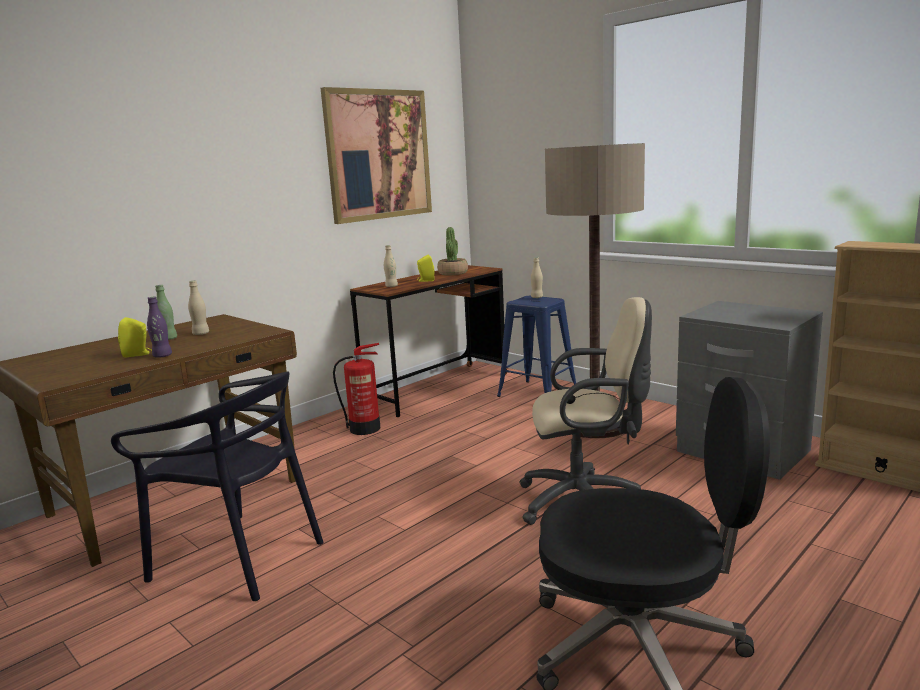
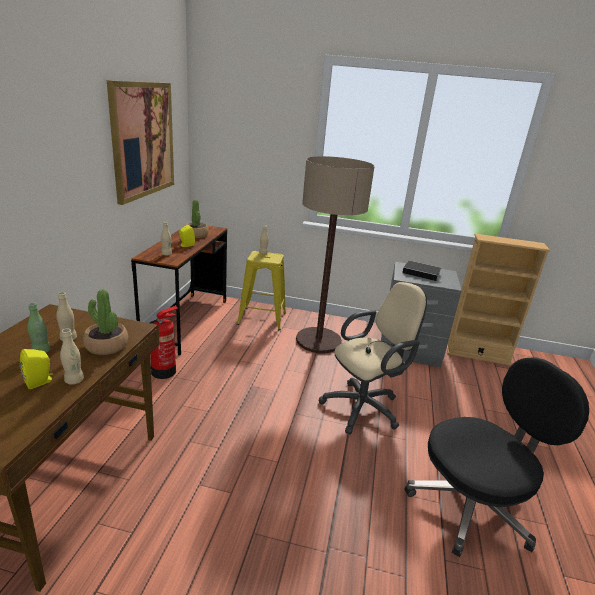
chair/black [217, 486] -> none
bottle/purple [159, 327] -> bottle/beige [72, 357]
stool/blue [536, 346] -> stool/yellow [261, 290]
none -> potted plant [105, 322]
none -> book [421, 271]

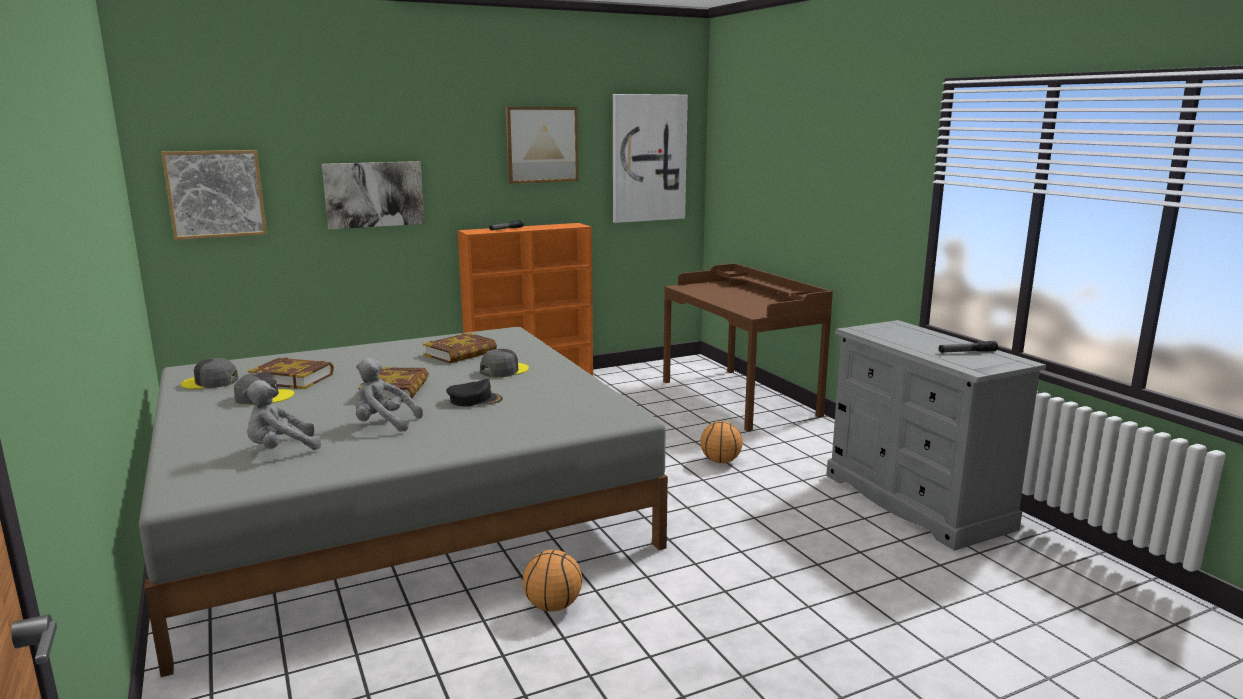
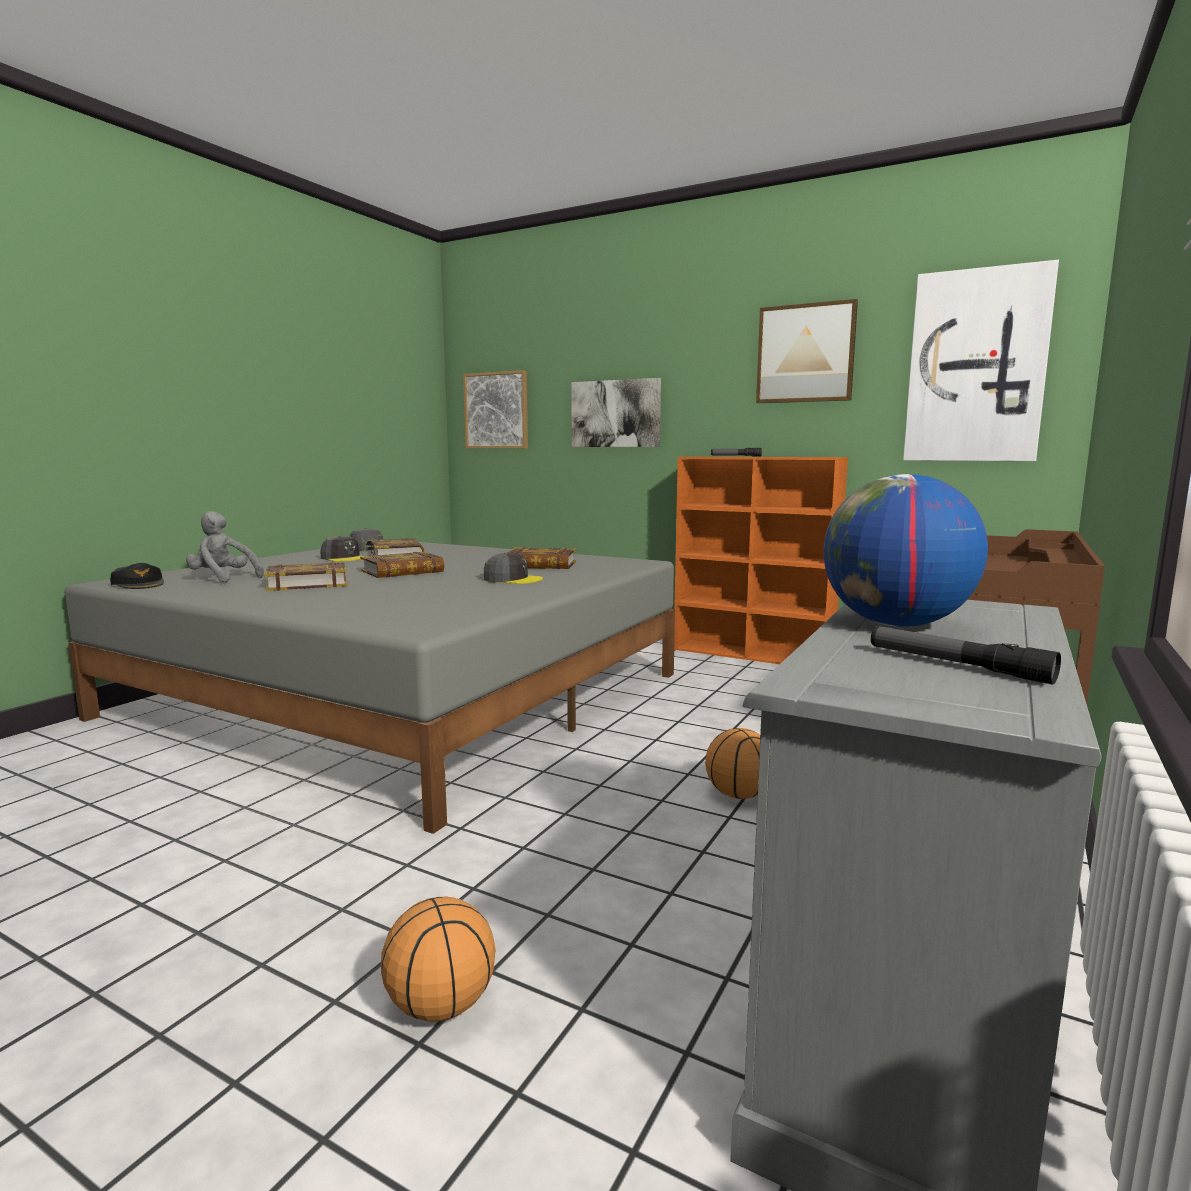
plush toy/grey [389, 395] -> book [306, 576]
cap/black [474, 393] -> cap/black [137, 576], move
basketball [552, 581] -> basketball [438, 959], move
none -> globe [905, 550]

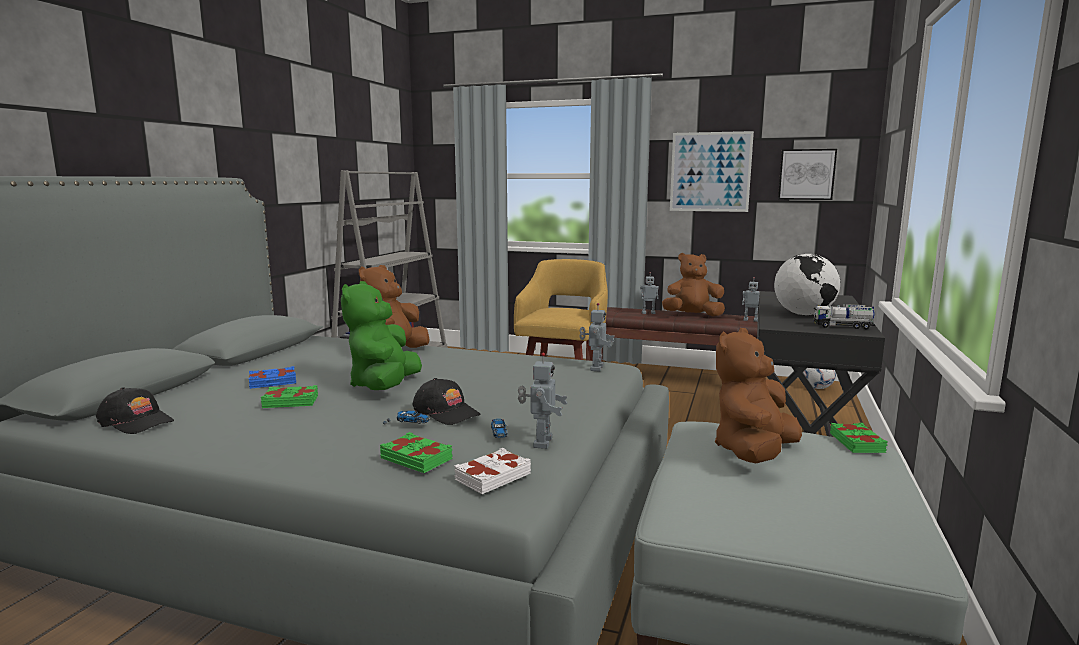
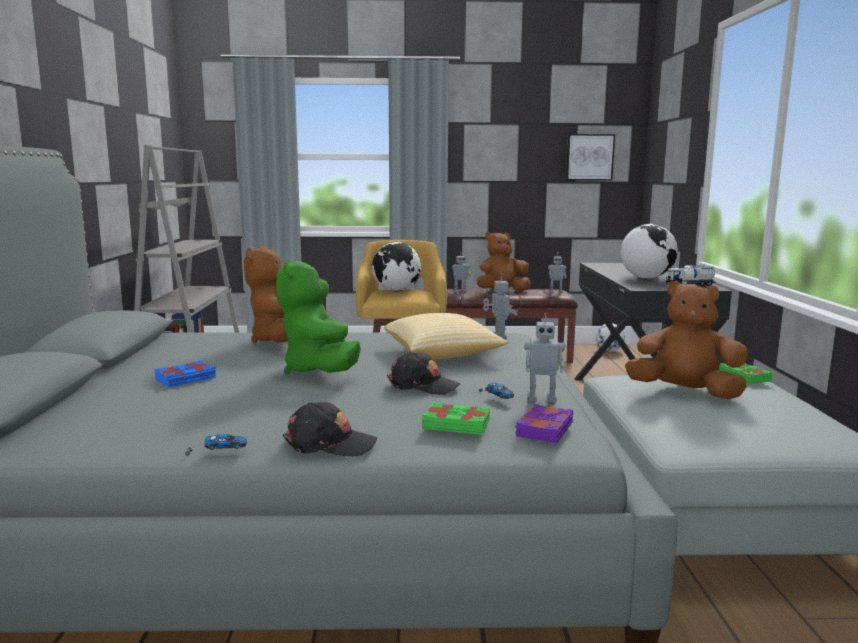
cap/black [135, 411] -> cap/black [330, 429], move
book/green [289, 396] -> none
toy car [406, 418] -> toy car [216, 445], move
book/white [492, 471] -> book/purple [544, 424]
toy robot [543, 400] -> toy robot [545, 358], 105 degrees clockwise
picture [712, 171] -> none
plush toy/brown [758, 395] -> plush toy/brown [686, 340], 90 degrees clockwise
none -> globe [396, 267]
none -> pillow [446, 336]

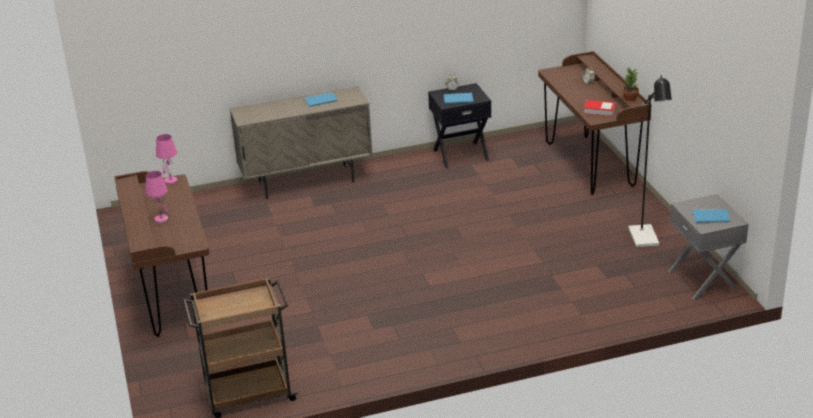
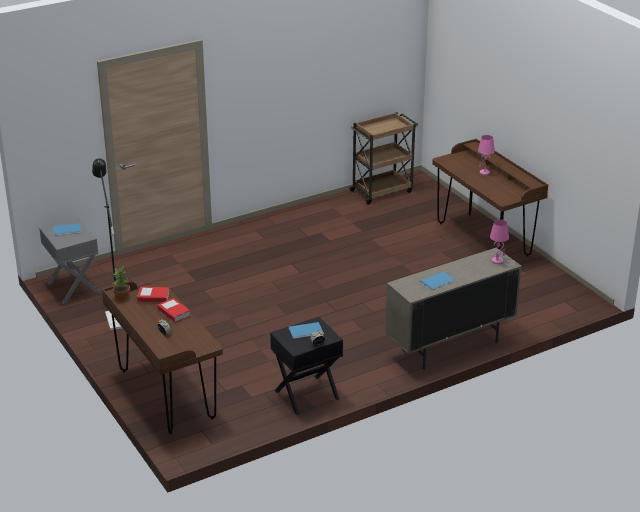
table lamp/pink [166, 159] -> table lamp/pink [499, 241], move
none -> book [174, 310]

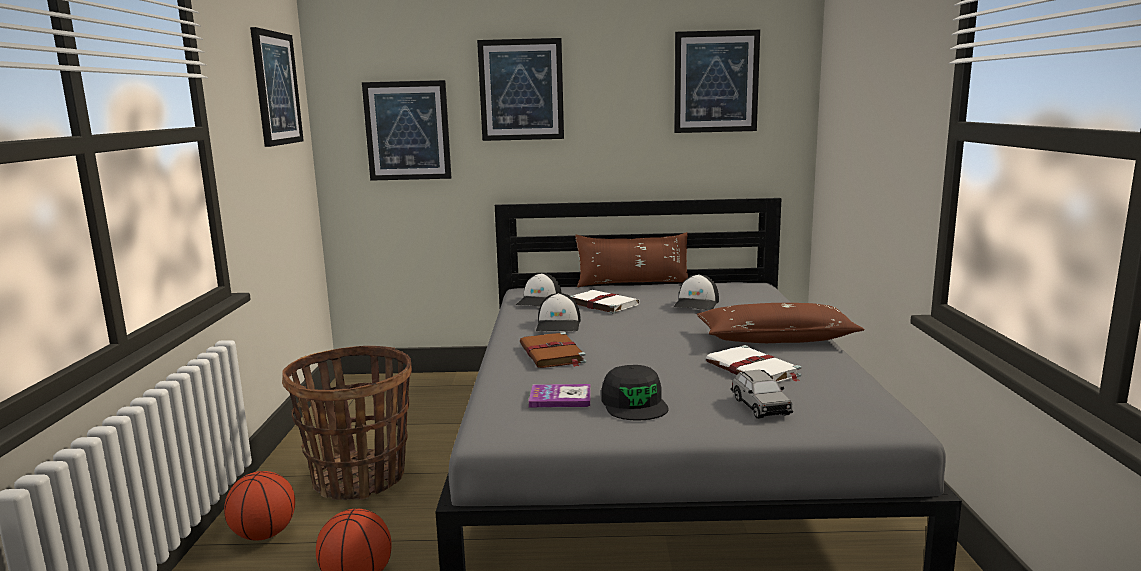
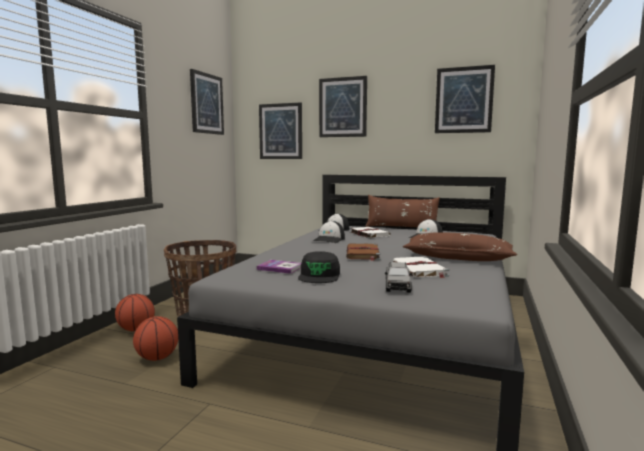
book/brown [553, 350] -> book/brown [363, 252], move

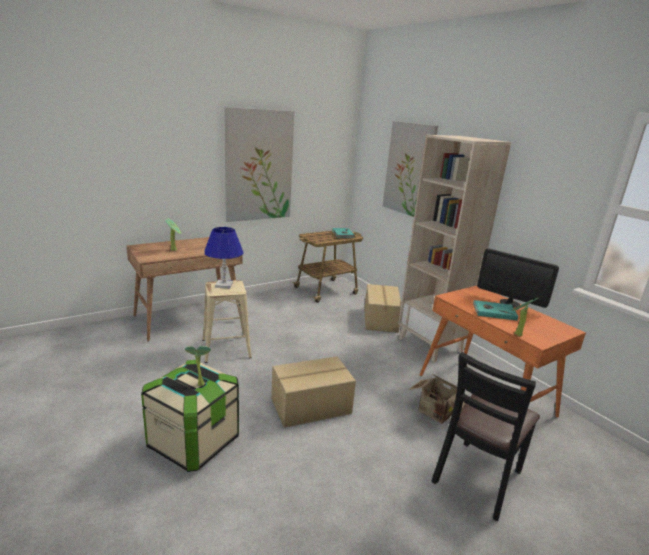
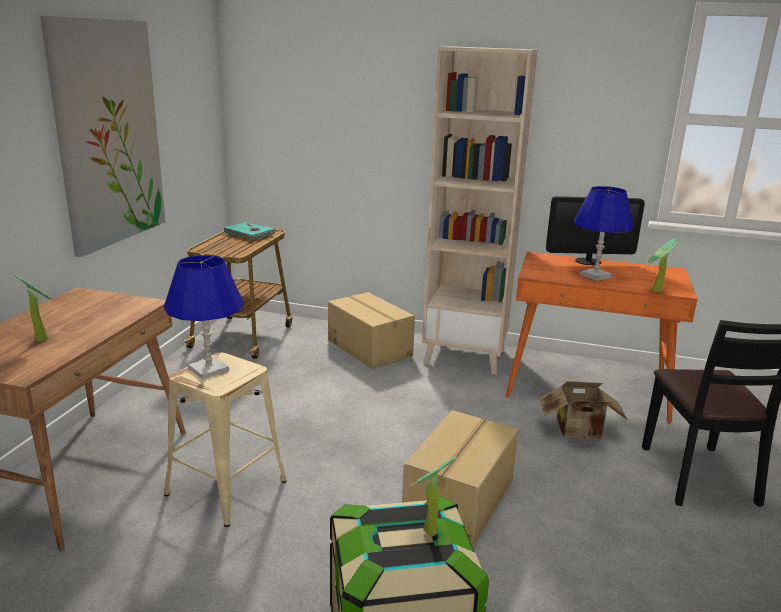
picture [410, 169] -> none
book/turquoise [495, 310] -> table lamp/blue [604, 233]

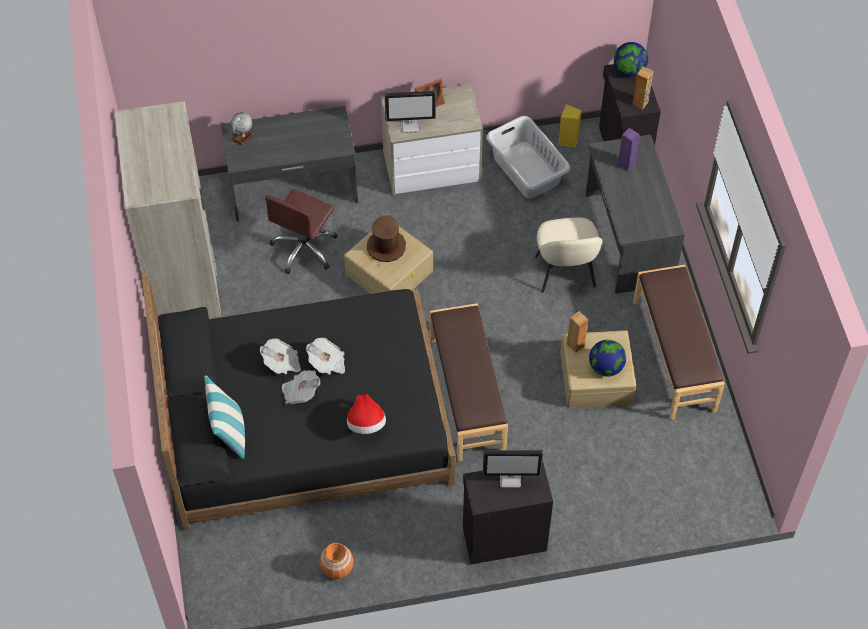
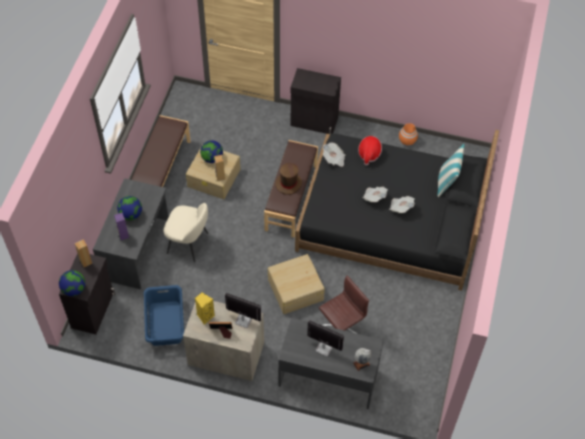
wardrobe/beige [168, 210] -> none
newspaper [301, 387] -> newspaper [334, 154], move
hat/brown [386, 238] -> hat/brown [288, 179], move
monitor [513, 469] -> monitor [325, 338], move
laundry basket/grey [528, 157] -> laundry basket/blue [164, 315]
chair/beige [568, 255] -> chair/beige [186, 232], 90 degrees clockwise
speaker/yellow [570, 125] -> speaker/yellow [205, 309], move
none -> globe [129, 208]

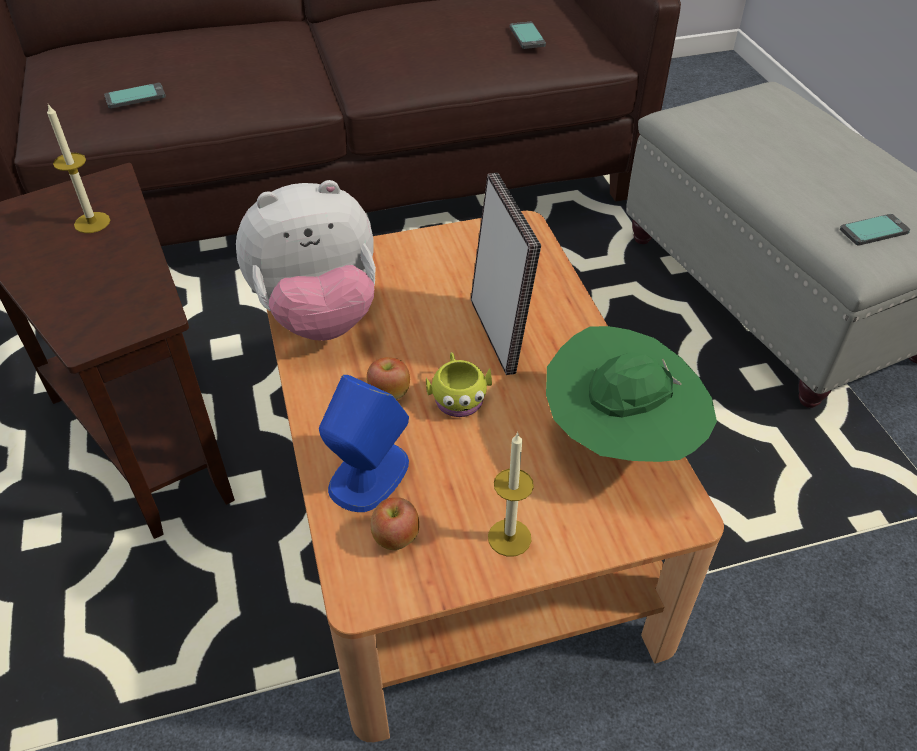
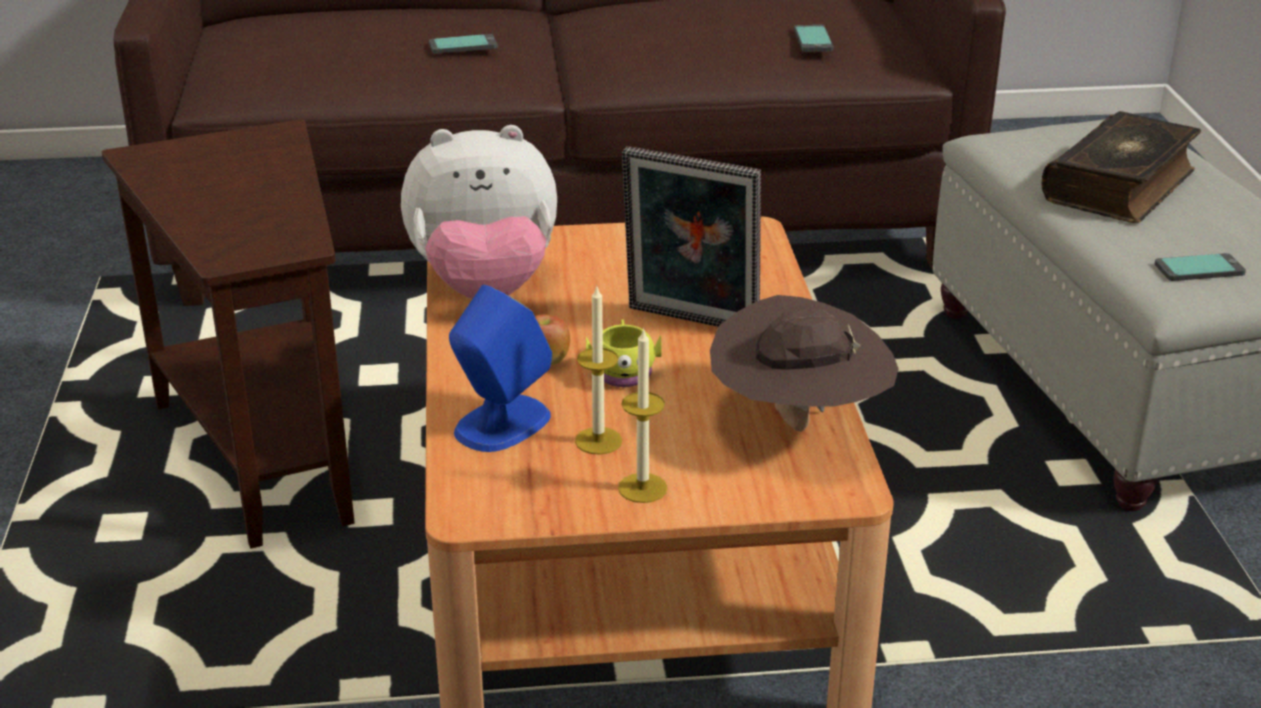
candle [78, 168] -> candle [598, 371], move
phone [135, 96] -> phone [463, 44], move
apple [394, 523] -> none
picture frame [506, 274] -> picture frame [691, 236], 120 degrees clockwise
hat/green [631, 394] -> hat/brown [804, 363]
none -> book [1121, 167]

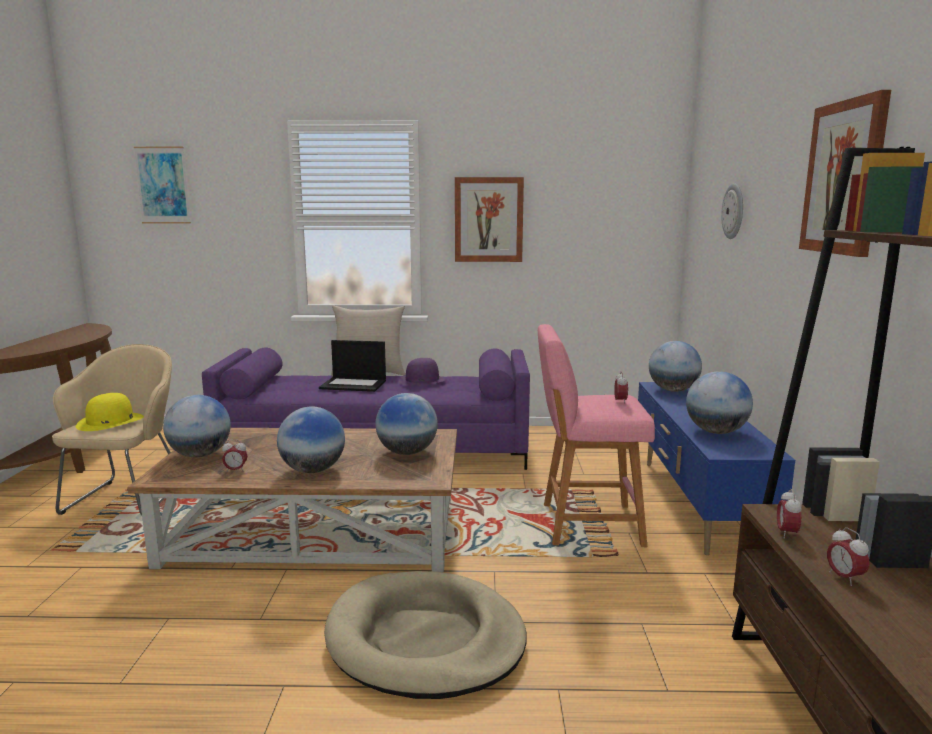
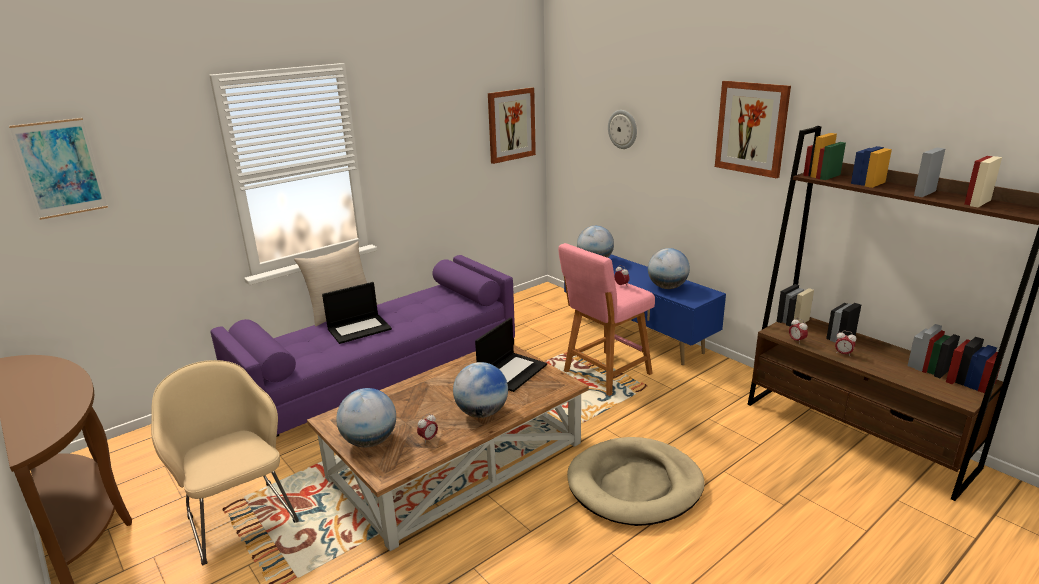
hat/yellow [110, 412] -> none
globe [406, 424] -> laptop [511, 354]
hat/purple [422, 372] -> none
picture [489, 219] -> picture [512, 125], move

